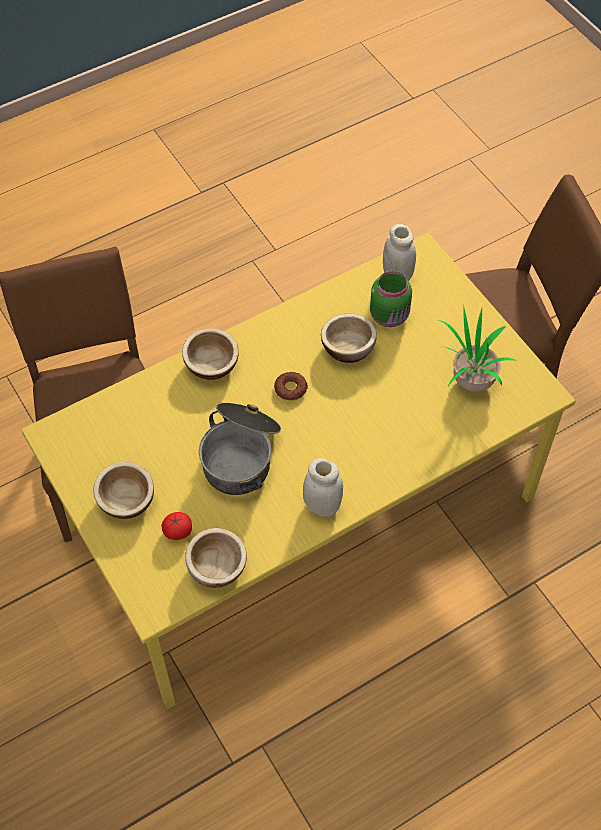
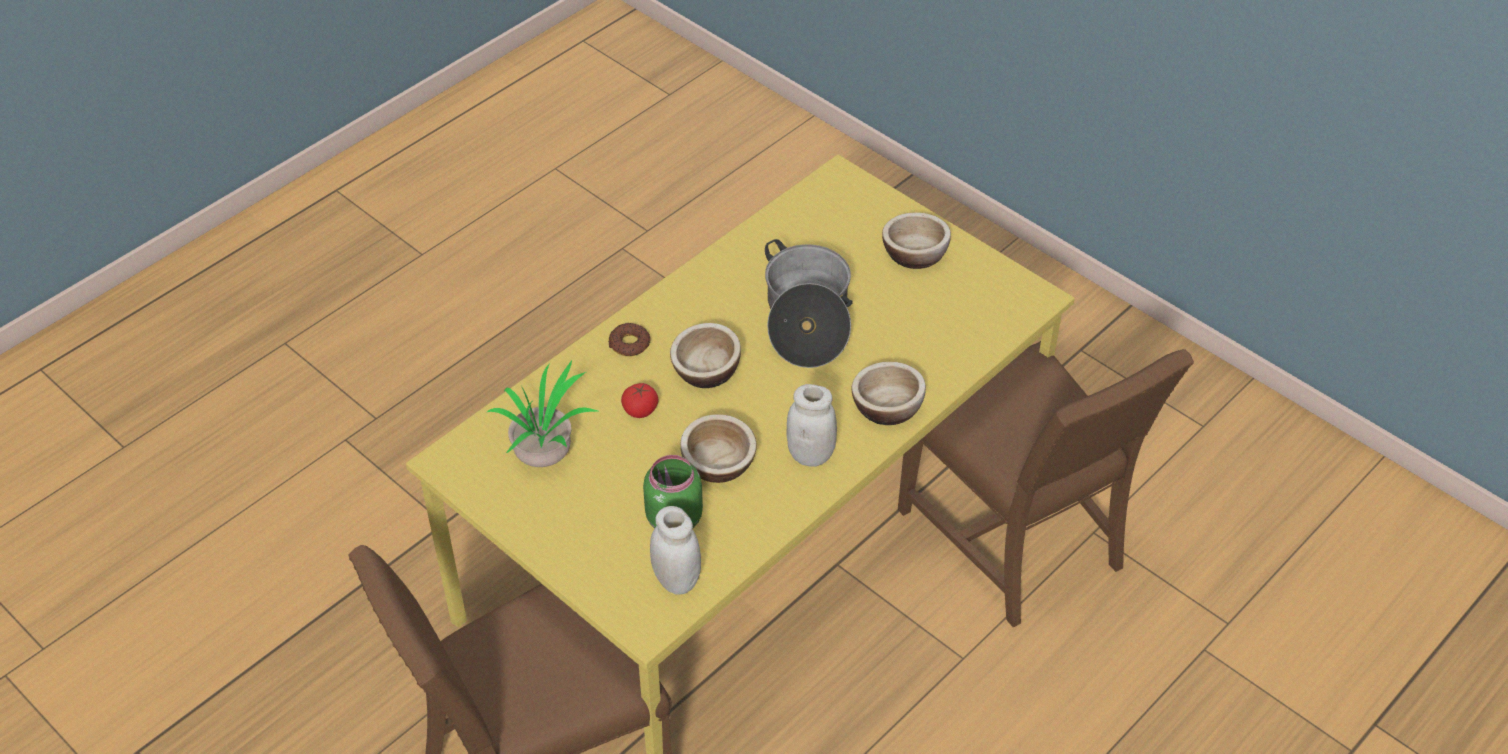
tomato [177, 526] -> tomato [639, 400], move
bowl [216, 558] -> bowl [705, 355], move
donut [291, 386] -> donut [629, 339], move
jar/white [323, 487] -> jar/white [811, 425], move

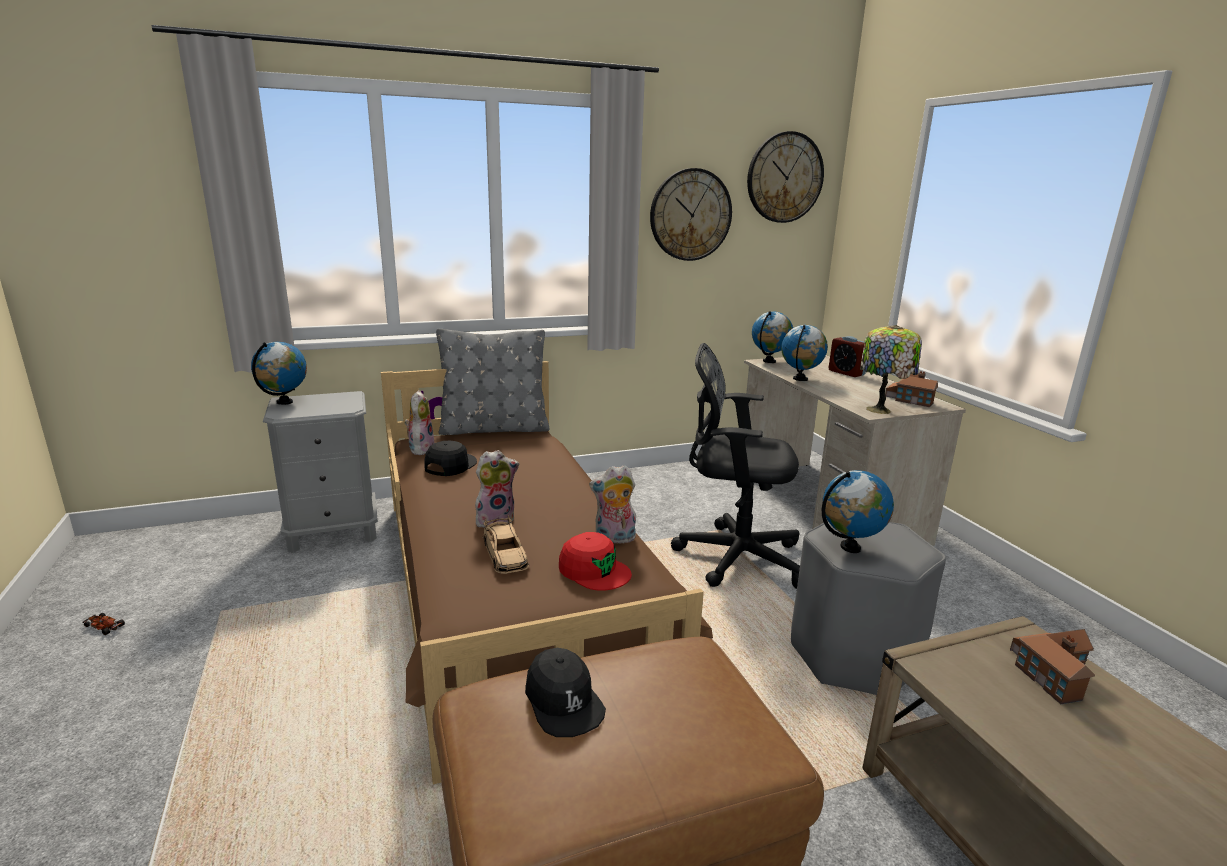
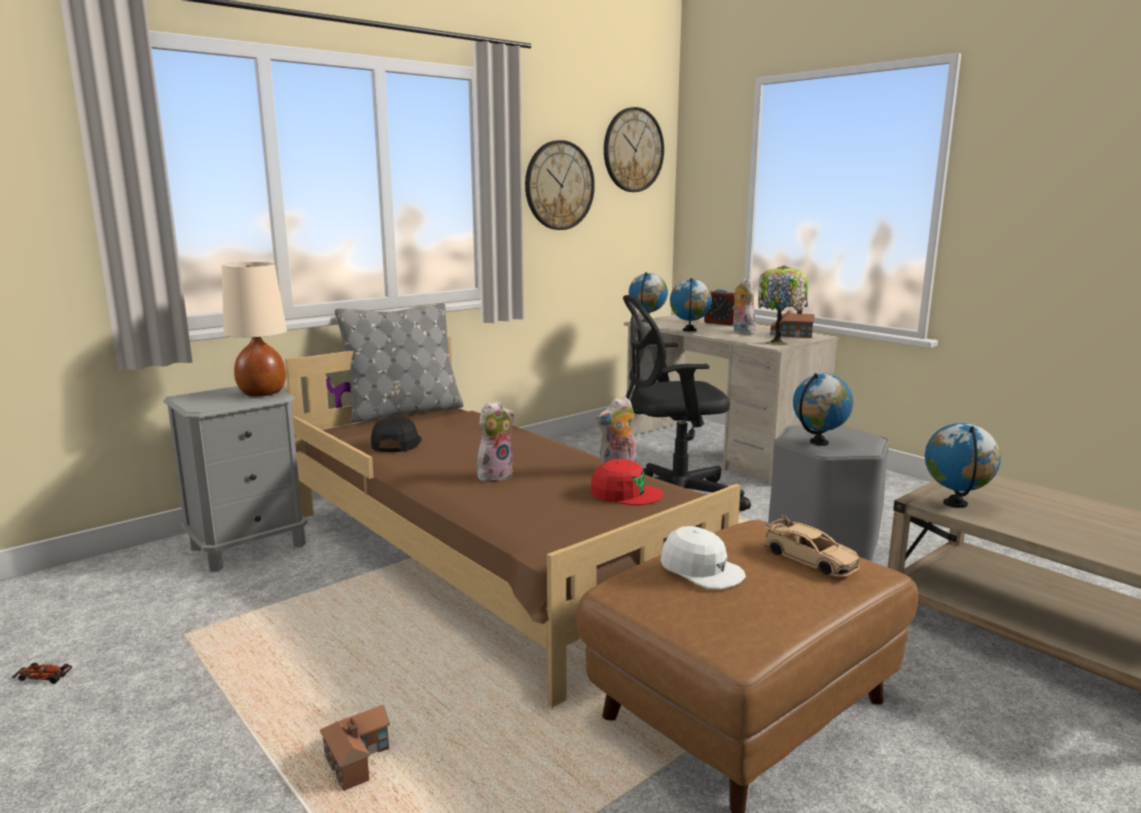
globe [279, 373] -> globe [963, 465], move
plush toy [419, 422] -> plush toy [744, 306], move
toy car/beige [506, 544] -> toy car/beige [812, 545], move
cap/black [565, 692] -> cap/white [703, 558]
toy house [1052, 666] -> toy house [355, 748], move
none -> table lamp/beige [254, 329]

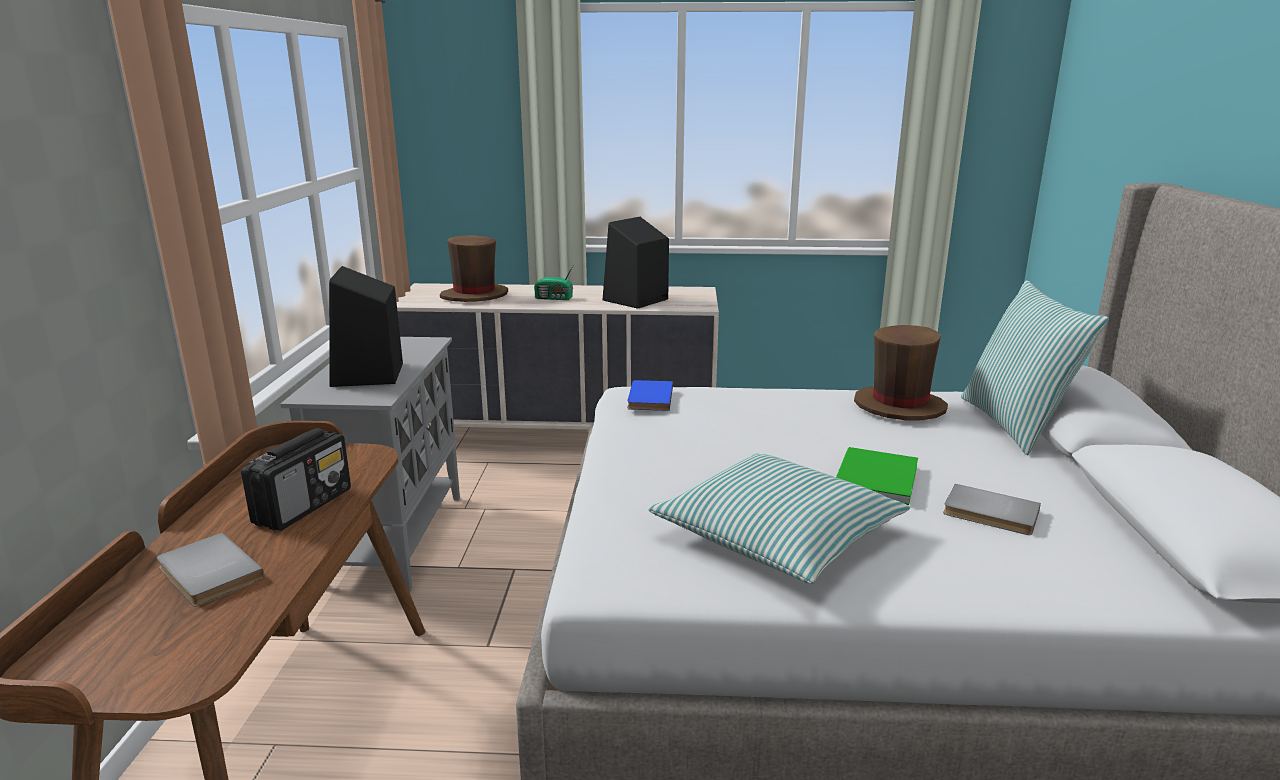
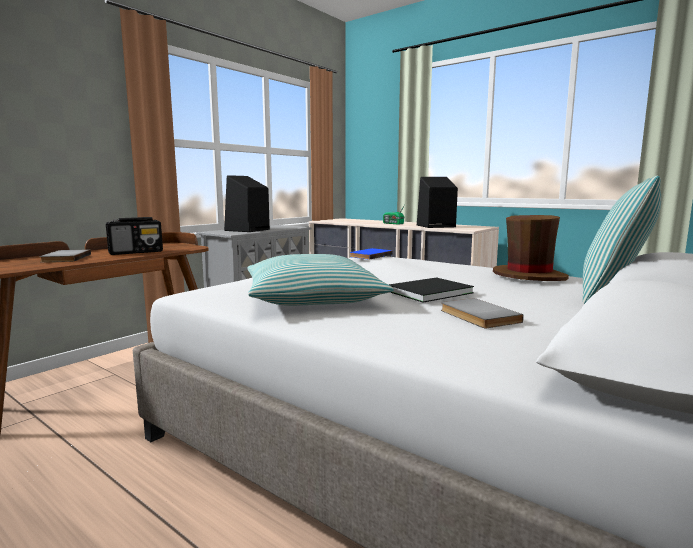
hat/brown [474, 268] -> none
book/green [877, 476] -> book/black [431, 289]

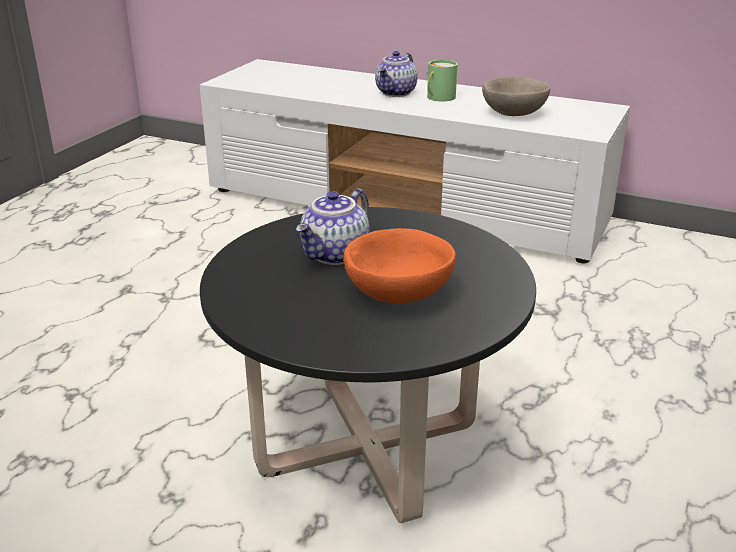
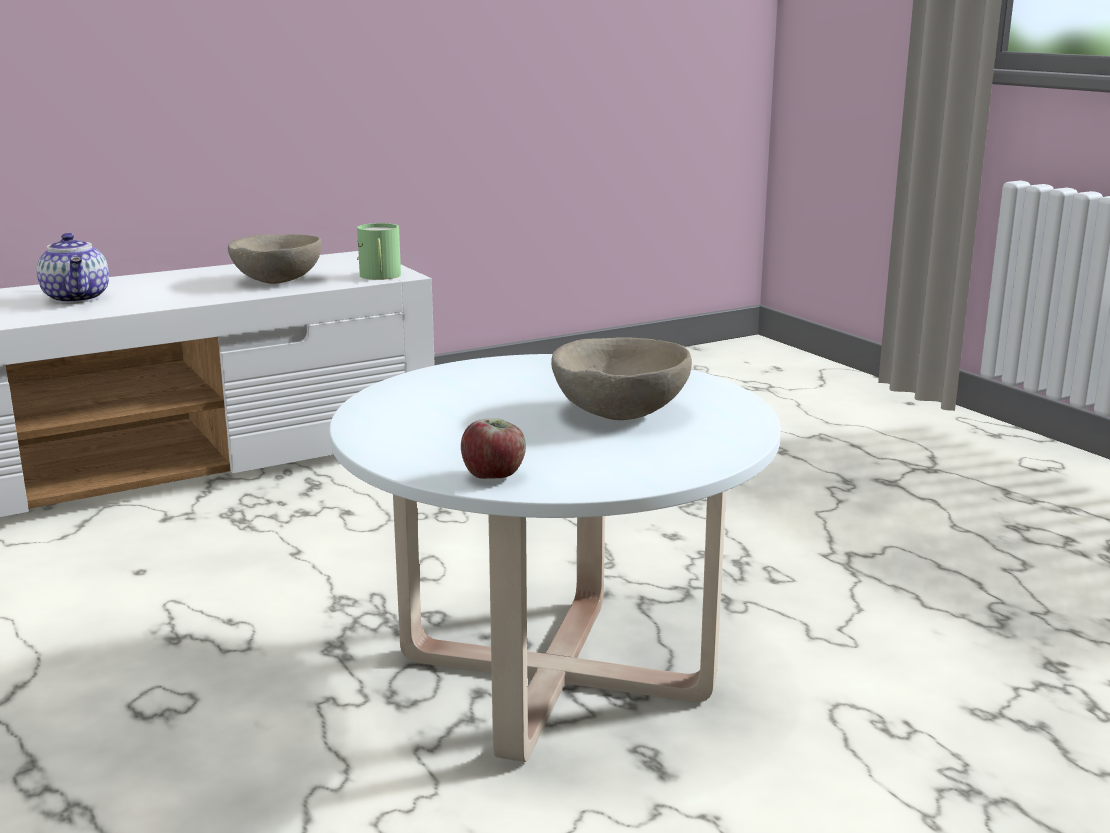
coffee table/black [368, 365] -> coffee table/white [555, 558]
teapot [332, 226] -> none
bowl/orange [399, 265] -> bowl/beige [621, 378]
mug/green [442, 80] -> mug/green [379, 251], move
none -> apple [493, 448]

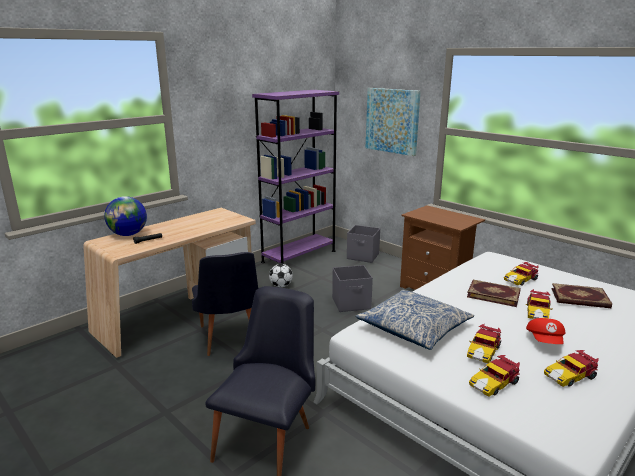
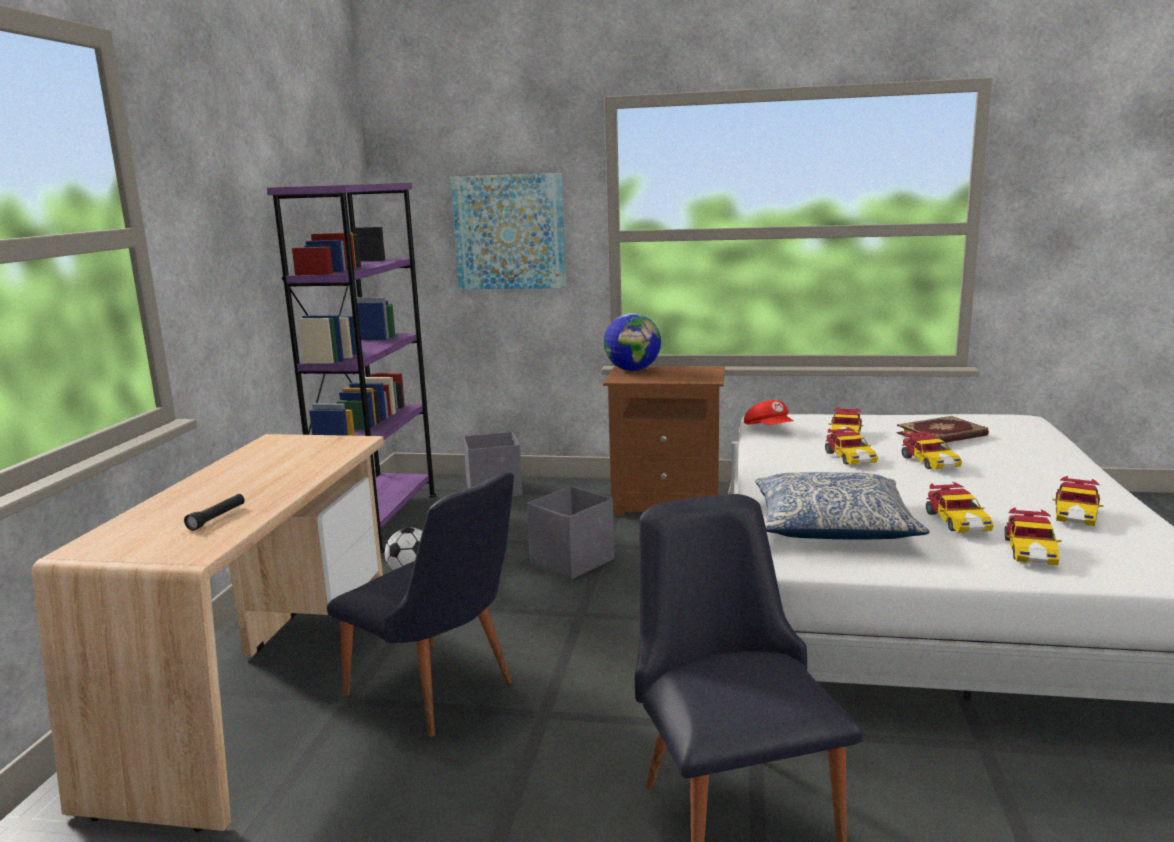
globe [125, 216] -> globe [632, 342], move
book [494, 293] -> toy car [851, 446]
cap/red [546, 331] -> cap/red [768, 412], move

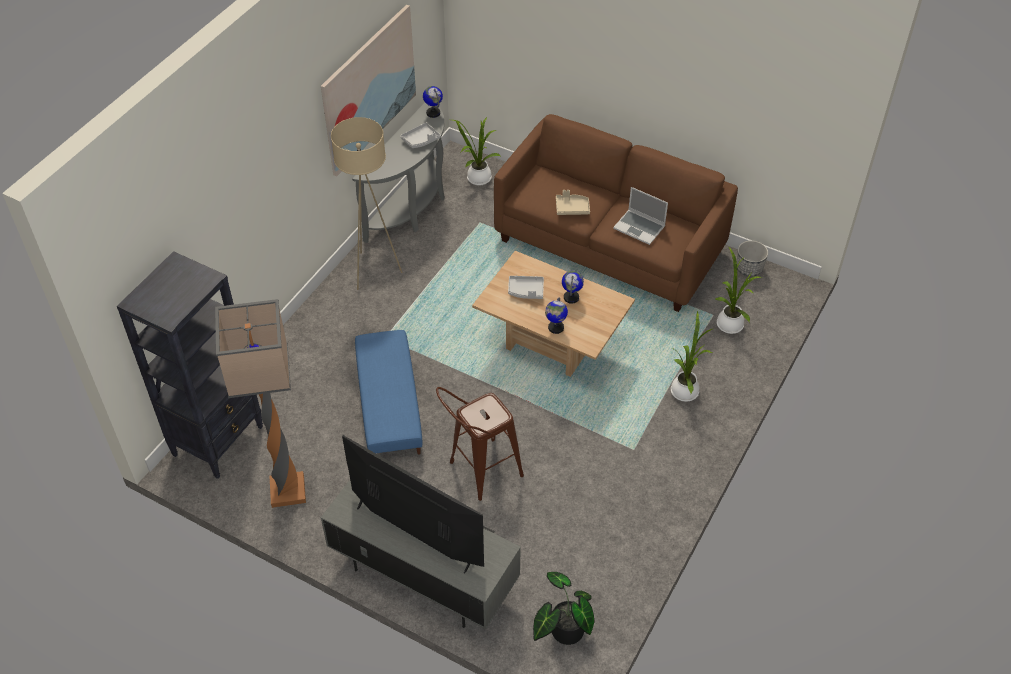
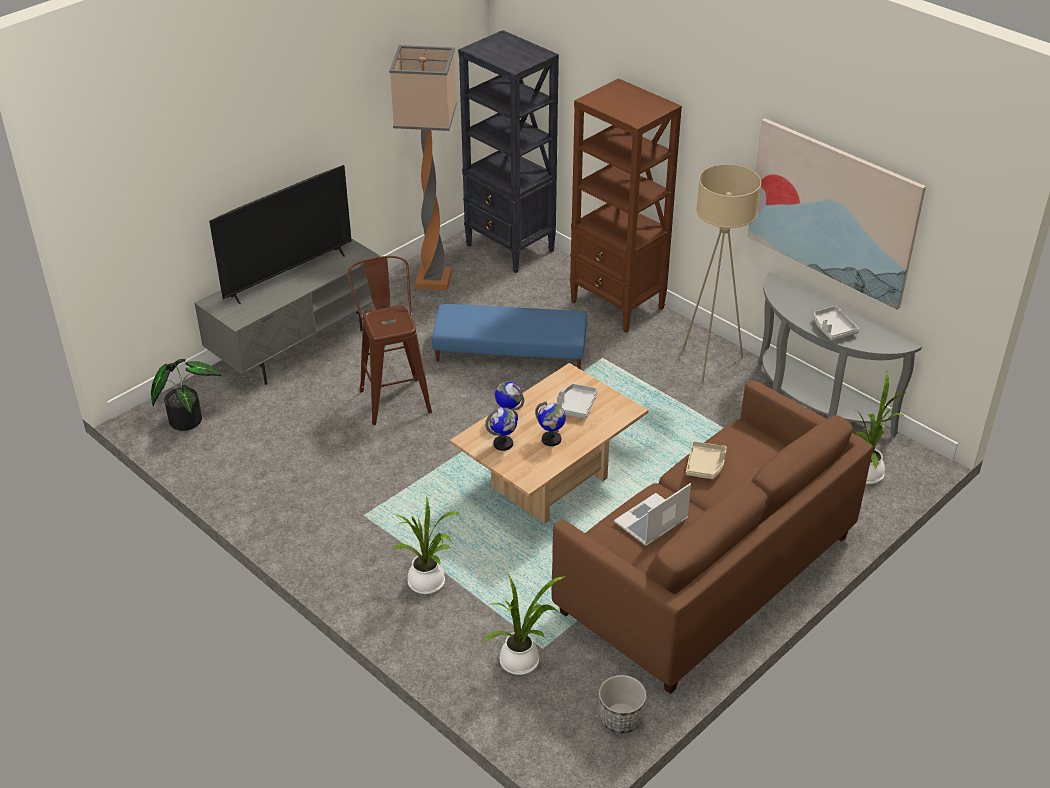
globe [433, 102] -> globe [501, 429], move
none -> bookcase/brown [626, 205]

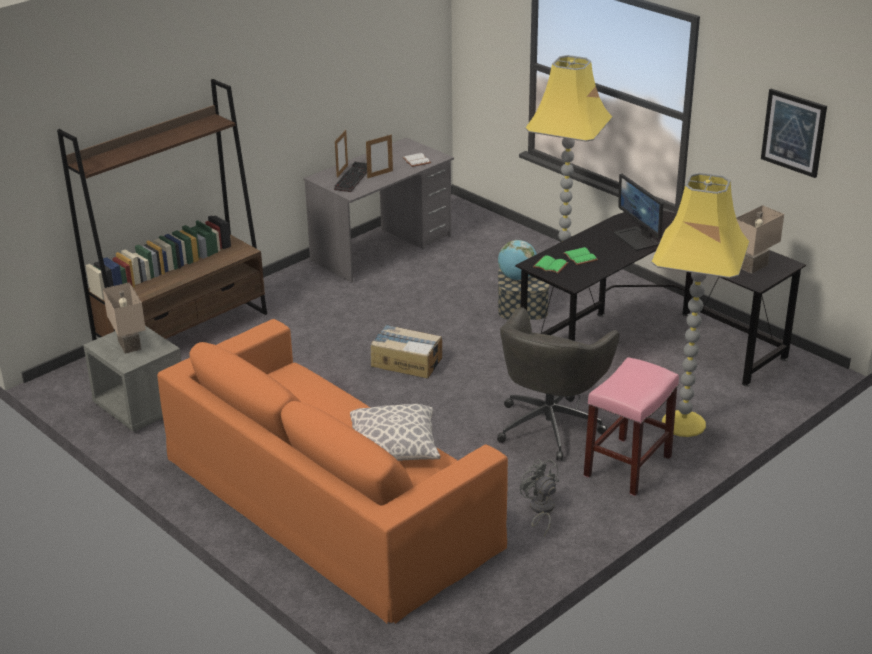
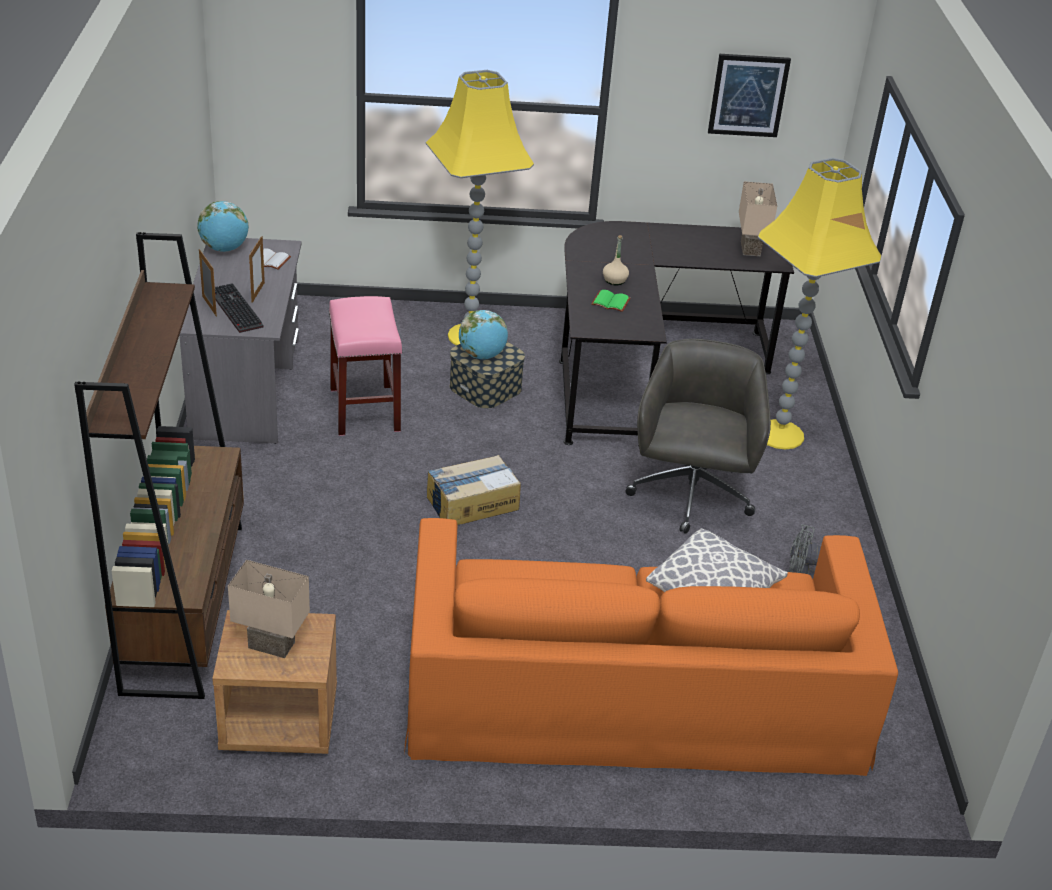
nightstand/grey [132, 378] -> nightstand/brown [274, 682]
office chair/grey [558, 384] -> office chair/grey [698, 436], 150 degrees counterclockwise
book/green [550, 265] -> none
stool/pink [631, 426] -> stool/pink [366, 366], move
monitor [638, 212] -> none
none -> globe [223, 226]
none -> bottle/beige [616, 260]

